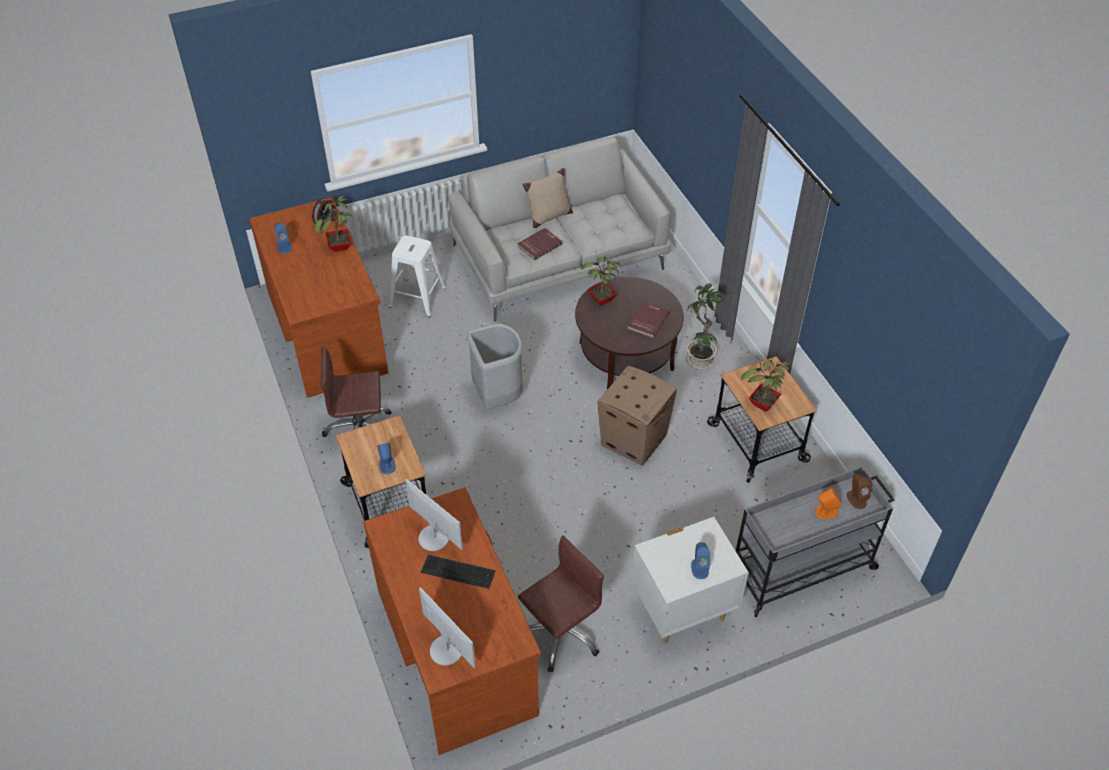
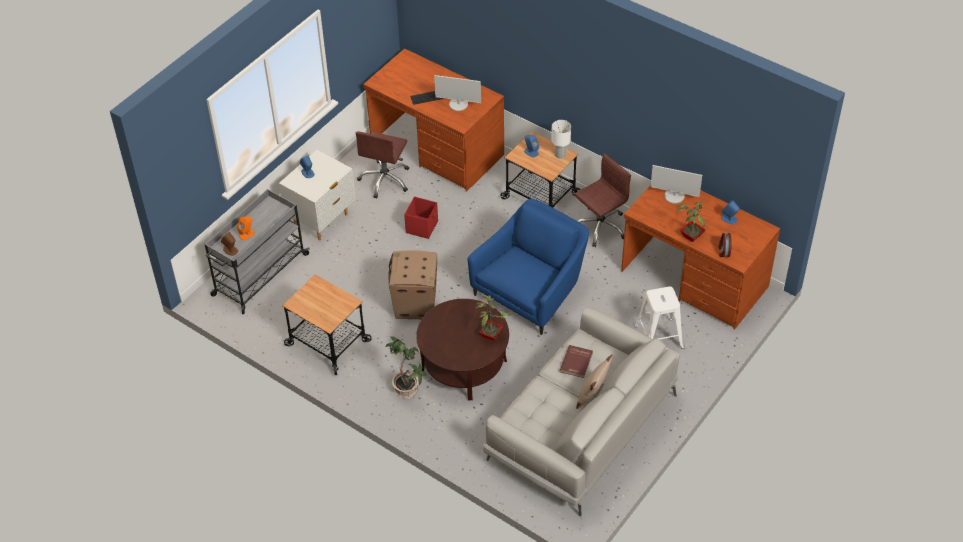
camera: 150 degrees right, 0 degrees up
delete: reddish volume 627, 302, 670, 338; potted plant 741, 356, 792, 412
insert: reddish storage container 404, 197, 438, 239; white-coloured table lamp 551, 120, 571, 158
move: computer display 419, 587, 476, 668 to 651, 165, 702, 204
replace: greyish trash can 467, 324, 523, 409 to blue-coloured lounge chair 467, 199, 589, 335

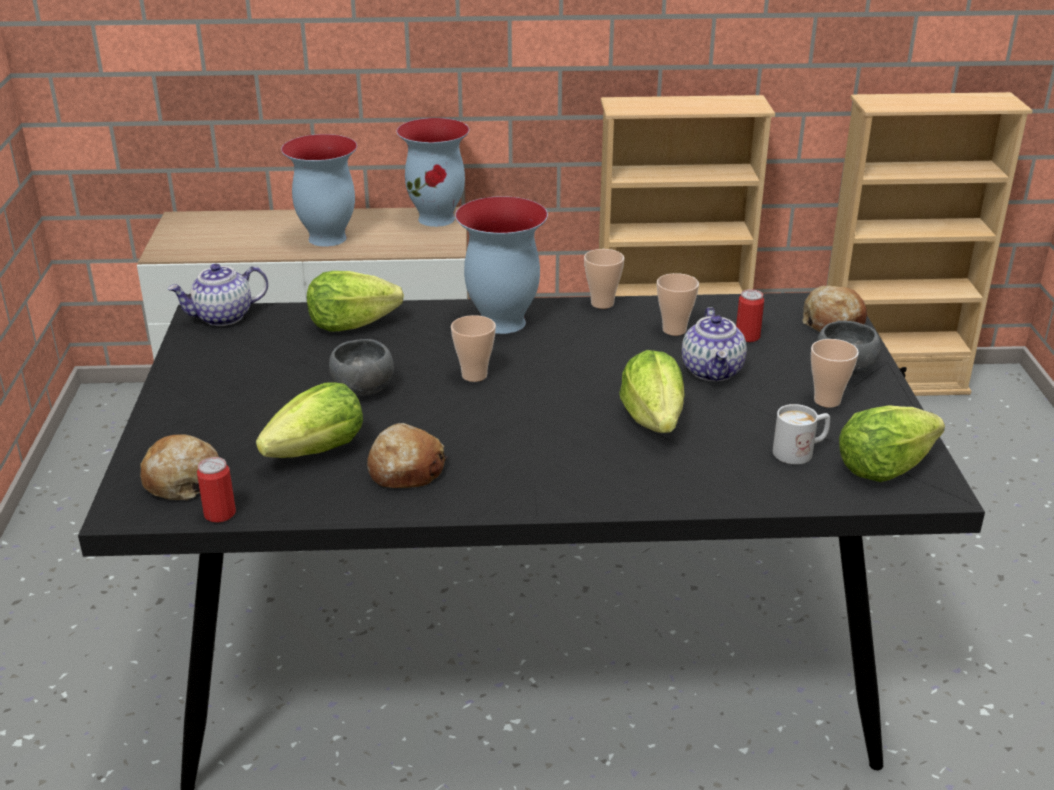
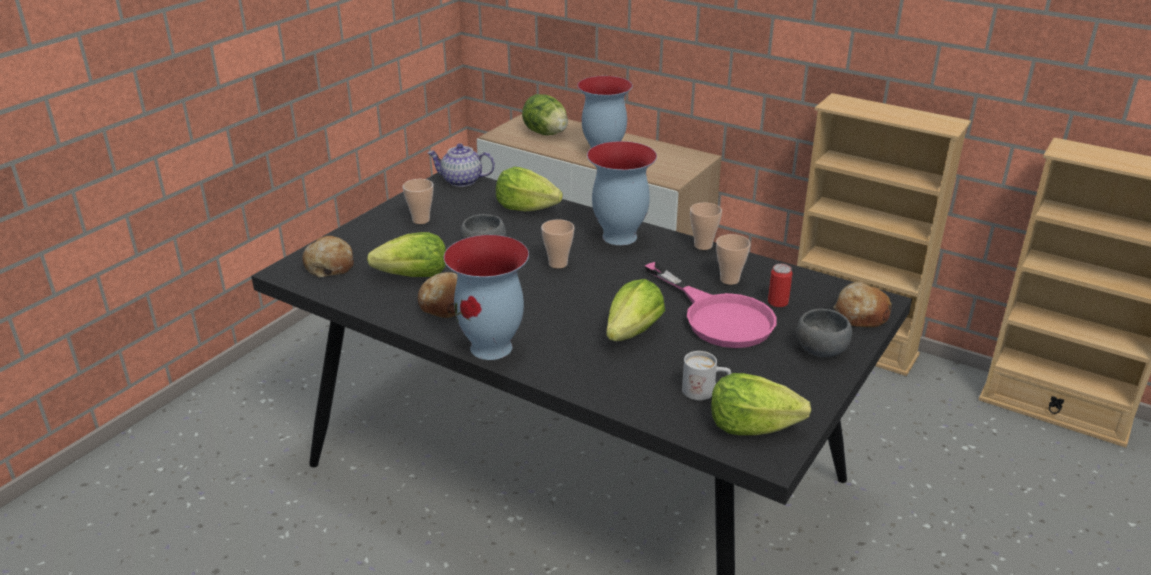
camera: 35 degrees right, 0 degrees up
delete: can 197, 457, 236, 523
insert: lettuce 522, 94, 568, 135
move: cup 811, 339, 859, 408 to 403, 179, 433, 224; decorative vase 396, 118, 470, 227 to 444, 235, 529, 360
replace: teapot 682, 307, 747, 381 to pink-coloured skillet 645, 262, 777, 348

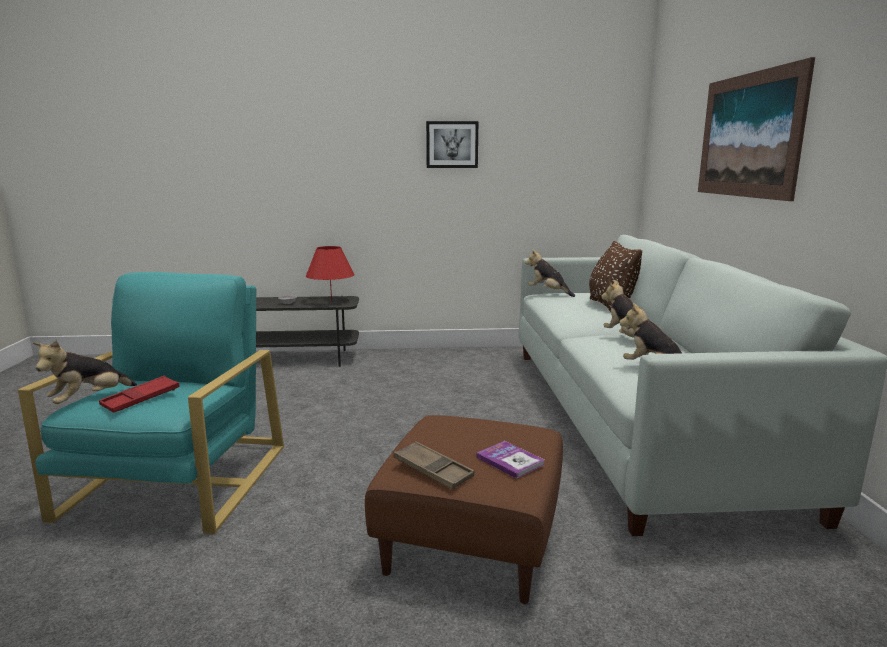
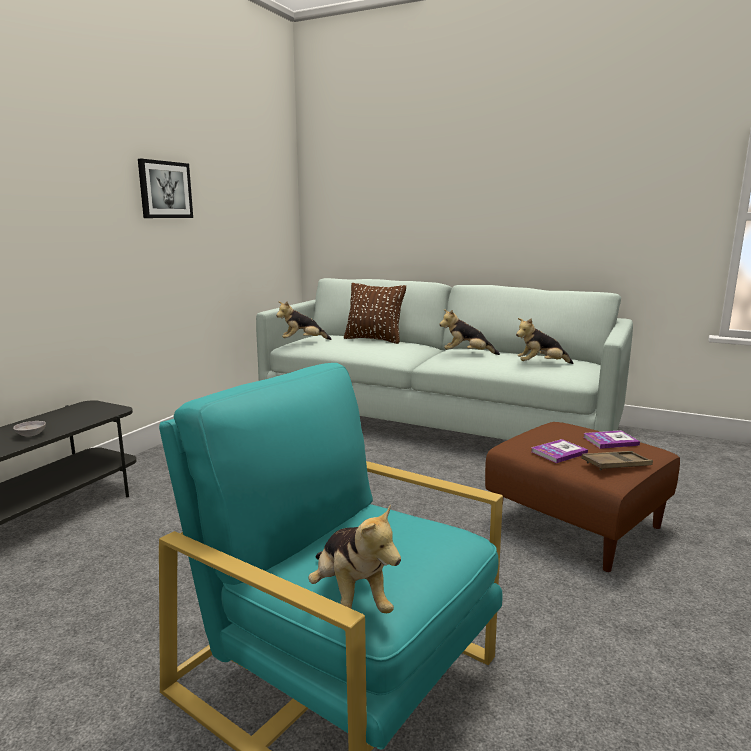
camera: 60 degrees left, 0 degrees up
delete: reddish carrying tray 99, 376, 180, 413; reddish table lamp 306, 246, 355, 301; picture 698, 57, 815, 201
insert: volume 531, 439, 588, 463

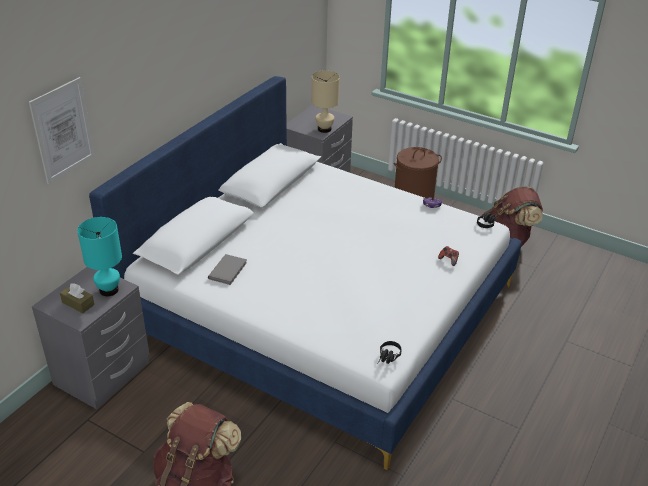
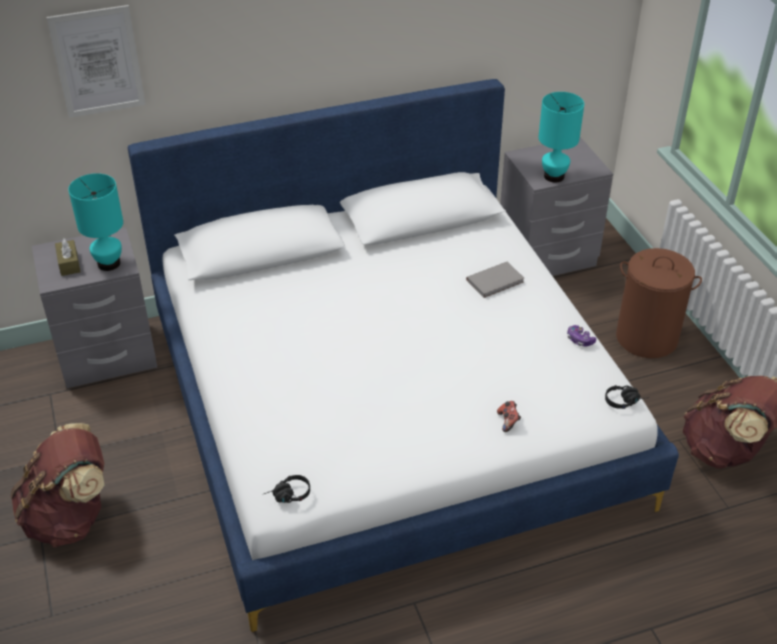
camera: 40 degrees right, 5 degrees up
move: greyish volume 208, 254, 247, 285 to 466, 262, 524, 298
recolor: beige-coloured table lamp 312, 70, 340, 133 to turquoise table lamp 538, 92, 584, 182

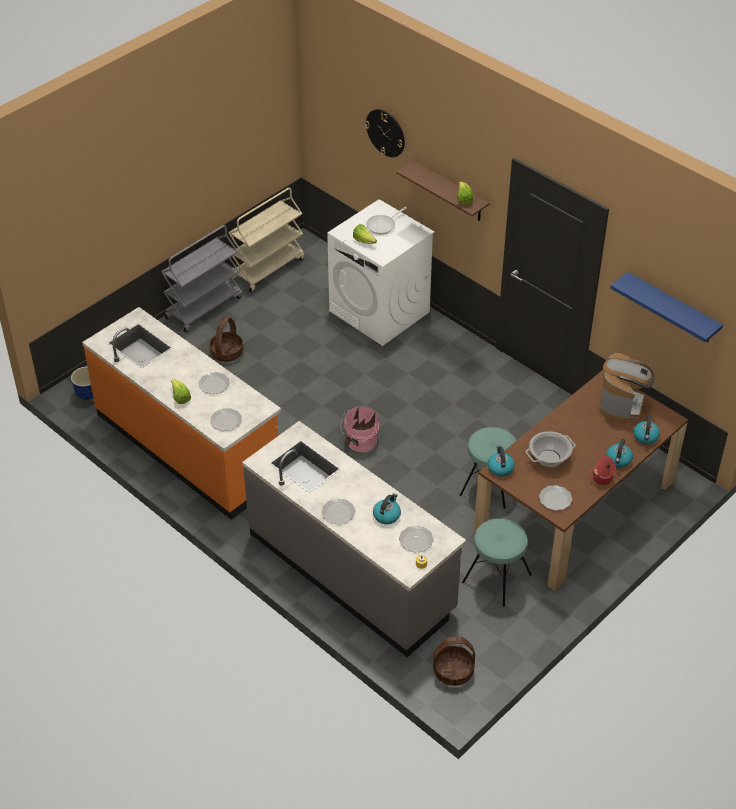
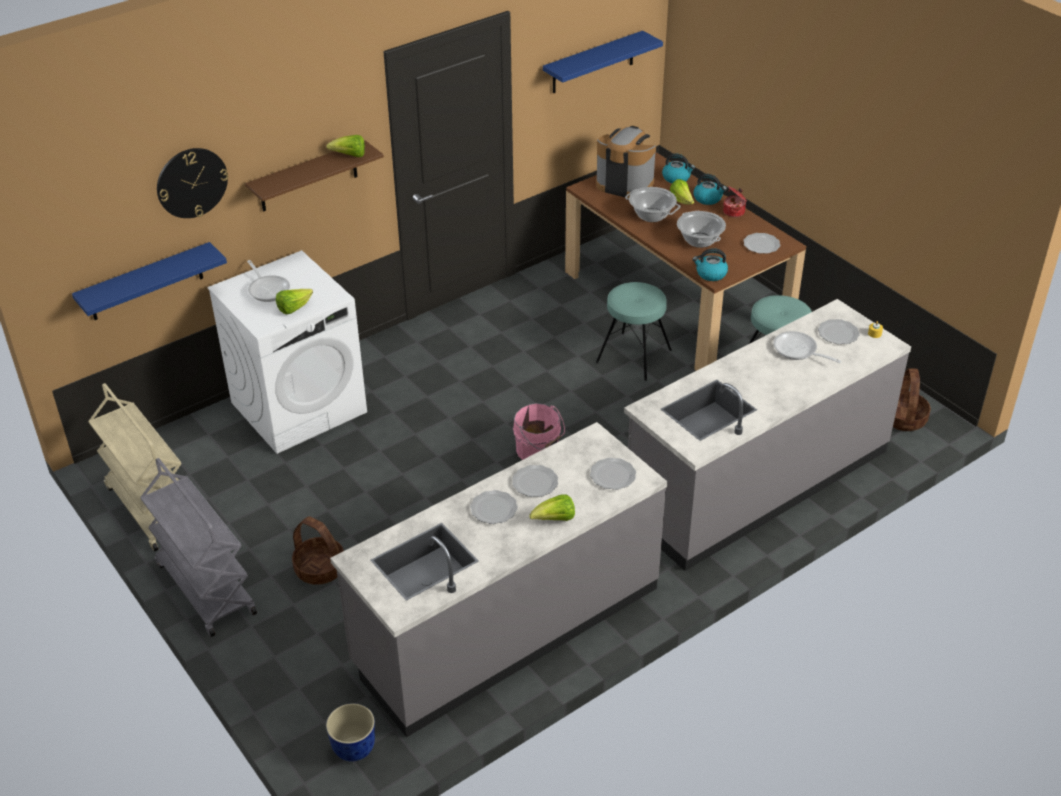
camera: 80 degrees left, 5 degrees down
insert: blue-coloured bracket shelf 72, 242, 227, 320; saucepot 625, 187, 680, 222; lettuce 670, 179, 694, 205
move: flat dish 321, 498, 355, 525 to 470, 490, 518, 524
replace: kettle 373, 493, 401, 524 to skillet 773, 331, 841, 363
recolor: orange-coloured kitchen base unit 82, 307, 281, 520 to greyish kitchen base unit 330, 422, 668, 737

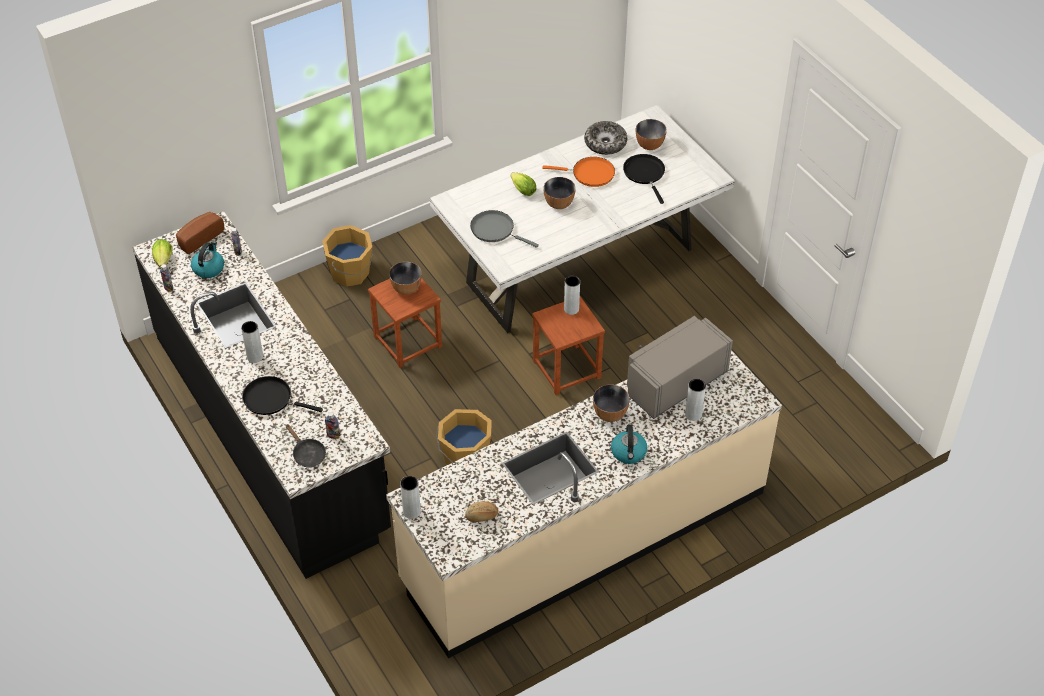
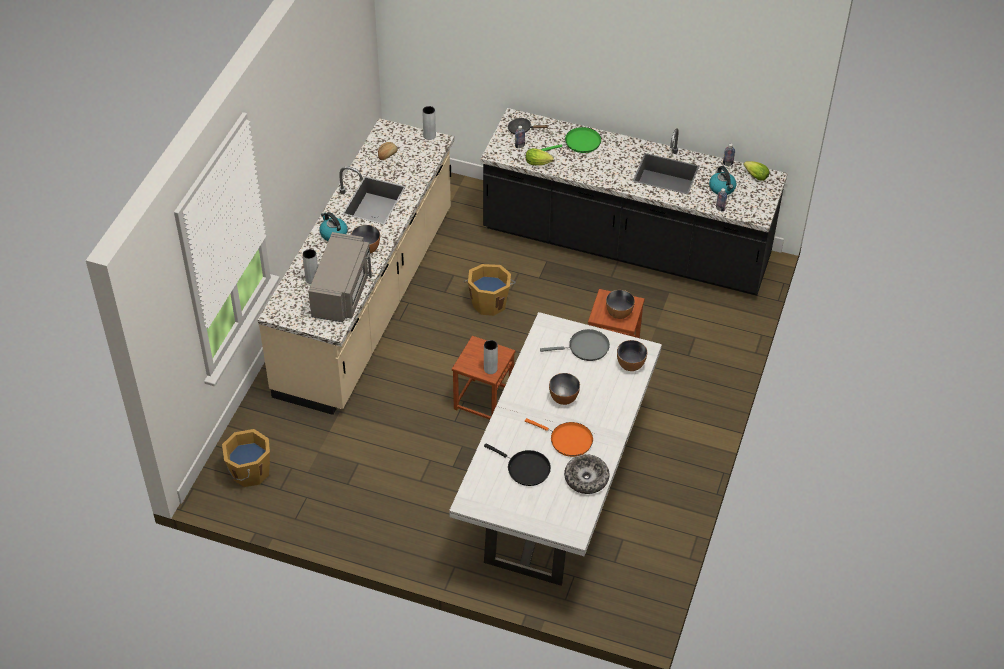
camera: 140 degrees right, 0 degrees up
delete: bakery bread 176, 212, 225, 254; greyish decorative vase 241, 321, 263, 363
move: orange-coloured bucket 323, 225, 373, 287 to 222, 429, 270, 487; lettuce 511, 173, 536, 196 to 526, 148, 554, 166; deep dish 636, 119, 667, 150 to 617, 340, 647, 371
recolor: blackish skillet 242, 376, 323, 415 to green-coloured skillet 541, 127, 601, 153
rotate: orange-coloured skillet 542, 157, 615, 187 = 525, 418, 593, 457 120 degrees counterclockwise

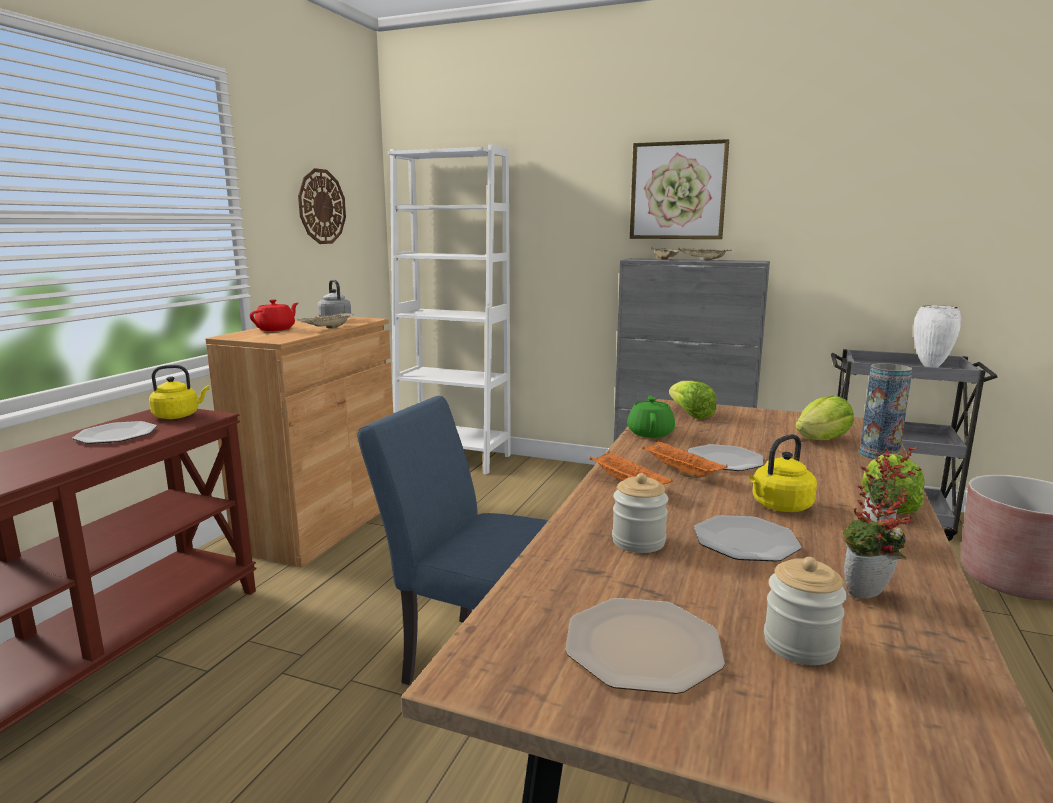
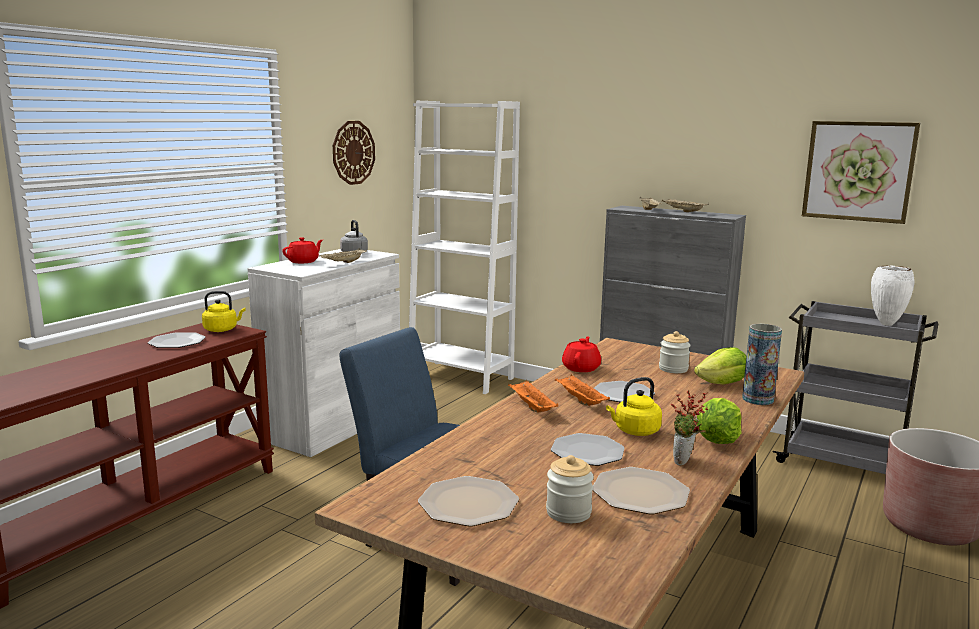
camera: 10 degrees right, 0 degrees up
delete: lettuce 669, 381, 716, 419
move: jar 612, 473, 668, 553 to 659, 331, 691, 373; picture 630, 139, 729, 239 to 802, 121, 920, 224
replace: potted plant 843, 485, 911, 599 to flat dish 593, 467, 690, 514
recolor: brown cabinet 205, 316, 393, 567 to white-coloured cabinet 247, 249, 400, 457; green-coloured teapot 627, 395, 675, 438 to reddish teapot 562, 336, 601, 372

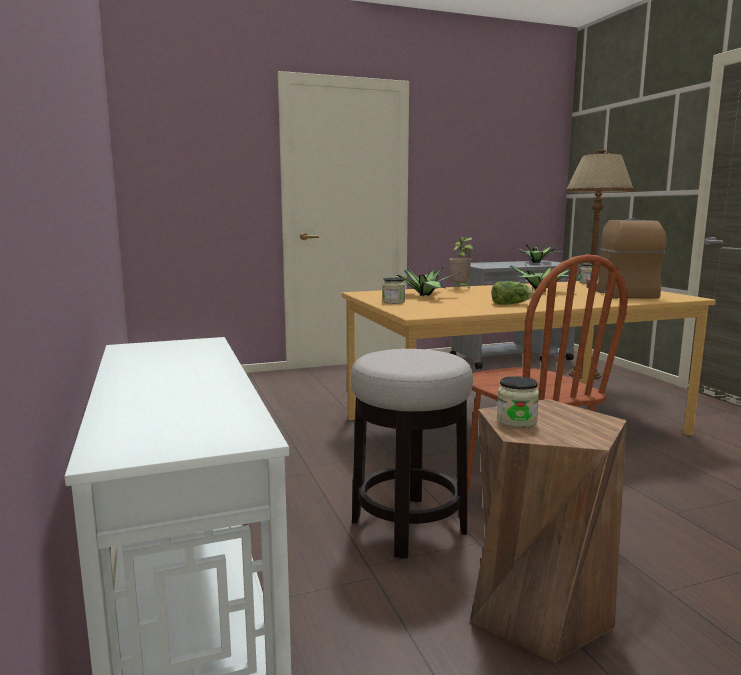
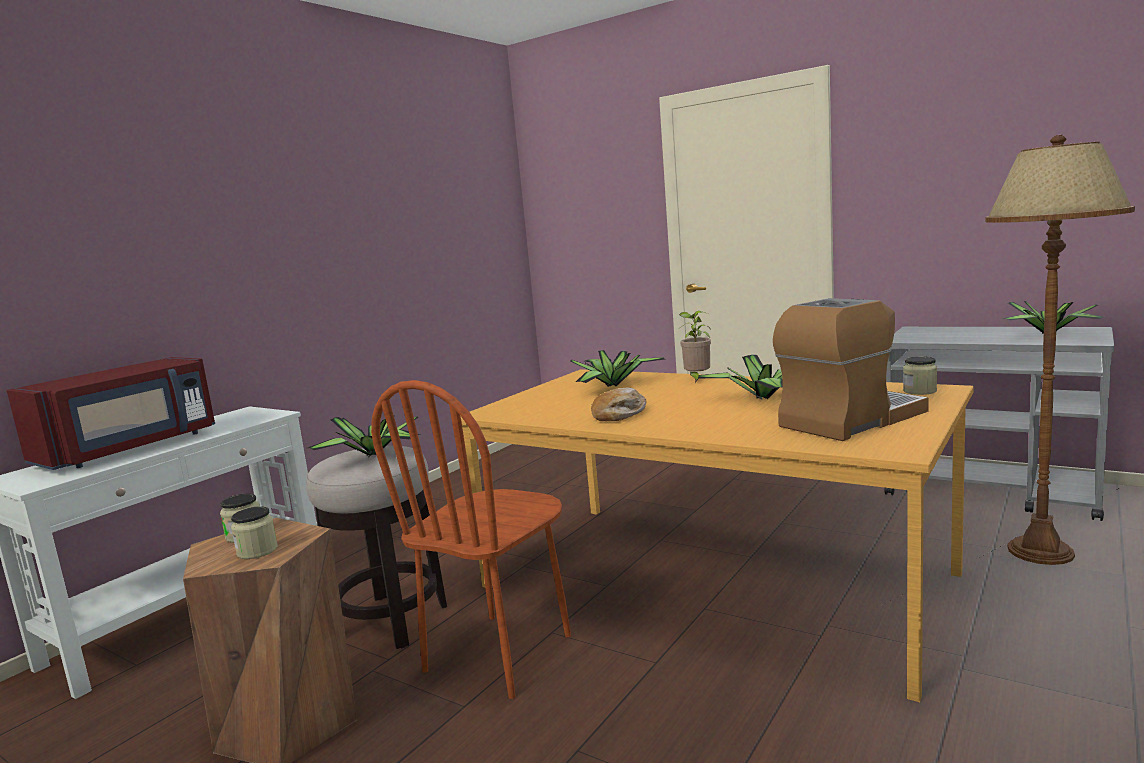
camera: 55 degrees right, 0 degrees up
insert: reddish kitchen microwave 7, 357, 215, 470; potted plant 308, 415, 420, 457
move: jar 382, 277, 405, 304 to 231, 506, 278, 559
replace: lettuce 492, 281, 534, 305 to bakery bread 591, 388, 647, 421

